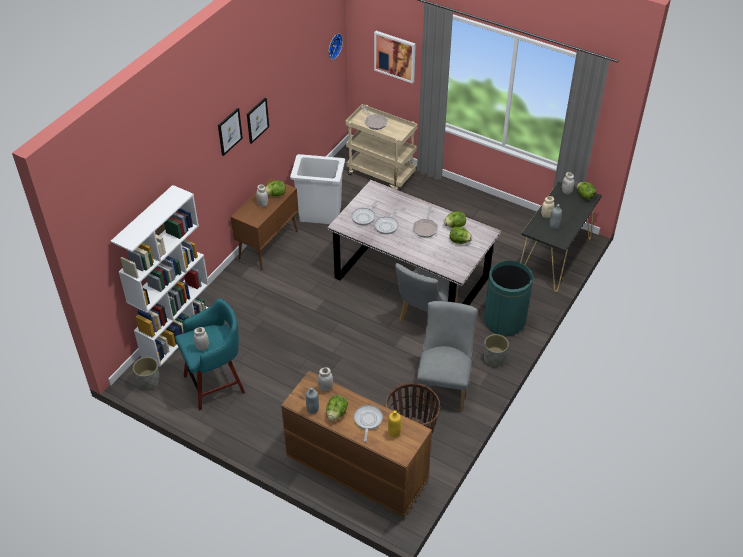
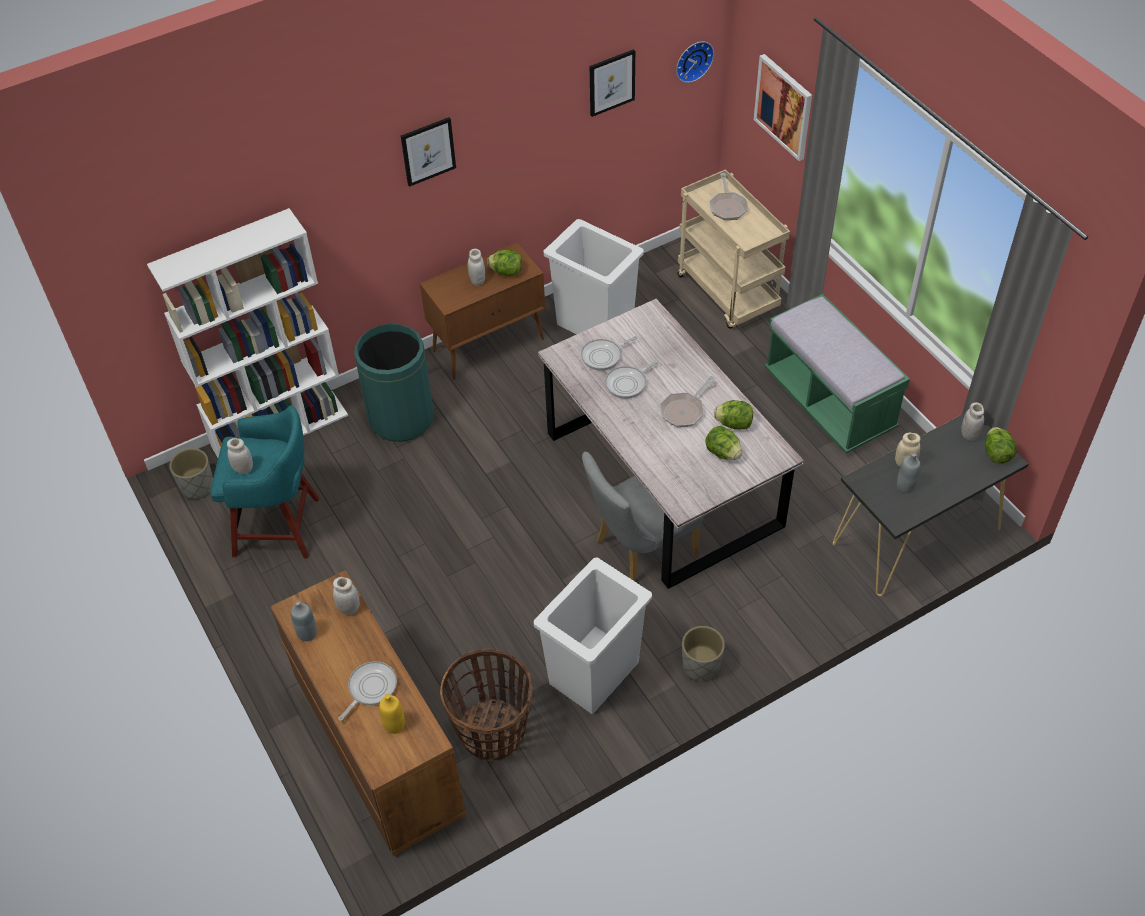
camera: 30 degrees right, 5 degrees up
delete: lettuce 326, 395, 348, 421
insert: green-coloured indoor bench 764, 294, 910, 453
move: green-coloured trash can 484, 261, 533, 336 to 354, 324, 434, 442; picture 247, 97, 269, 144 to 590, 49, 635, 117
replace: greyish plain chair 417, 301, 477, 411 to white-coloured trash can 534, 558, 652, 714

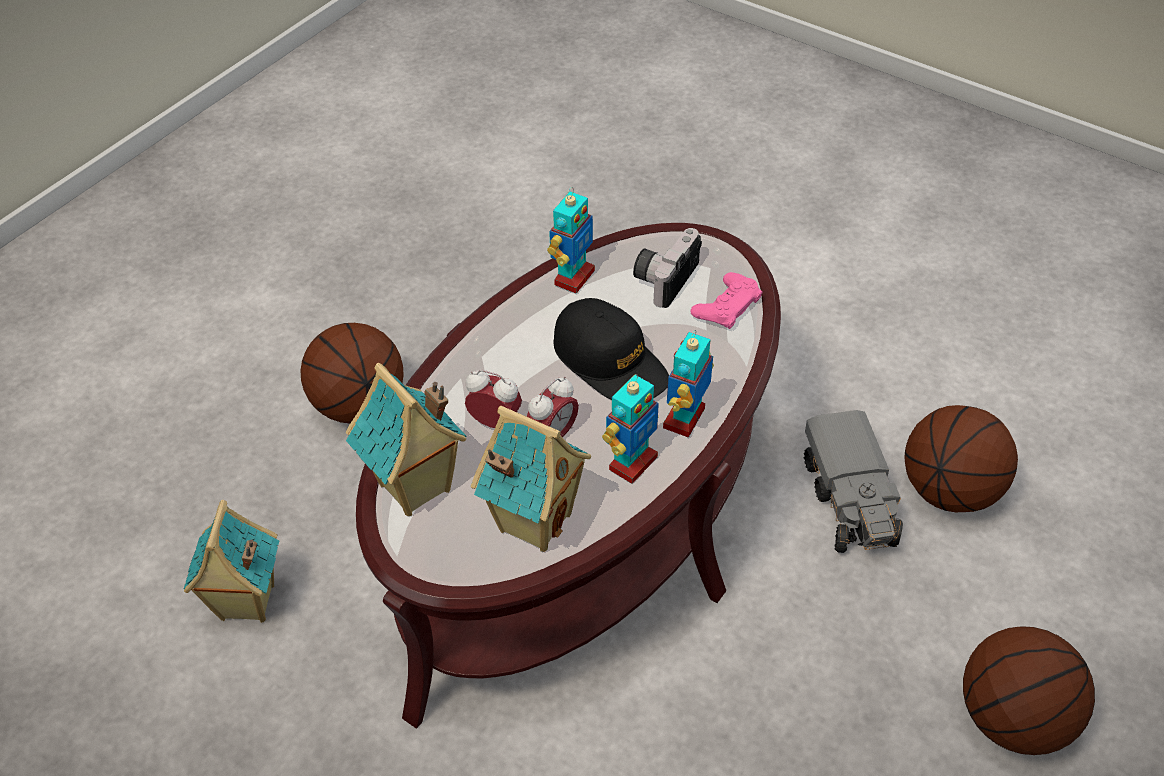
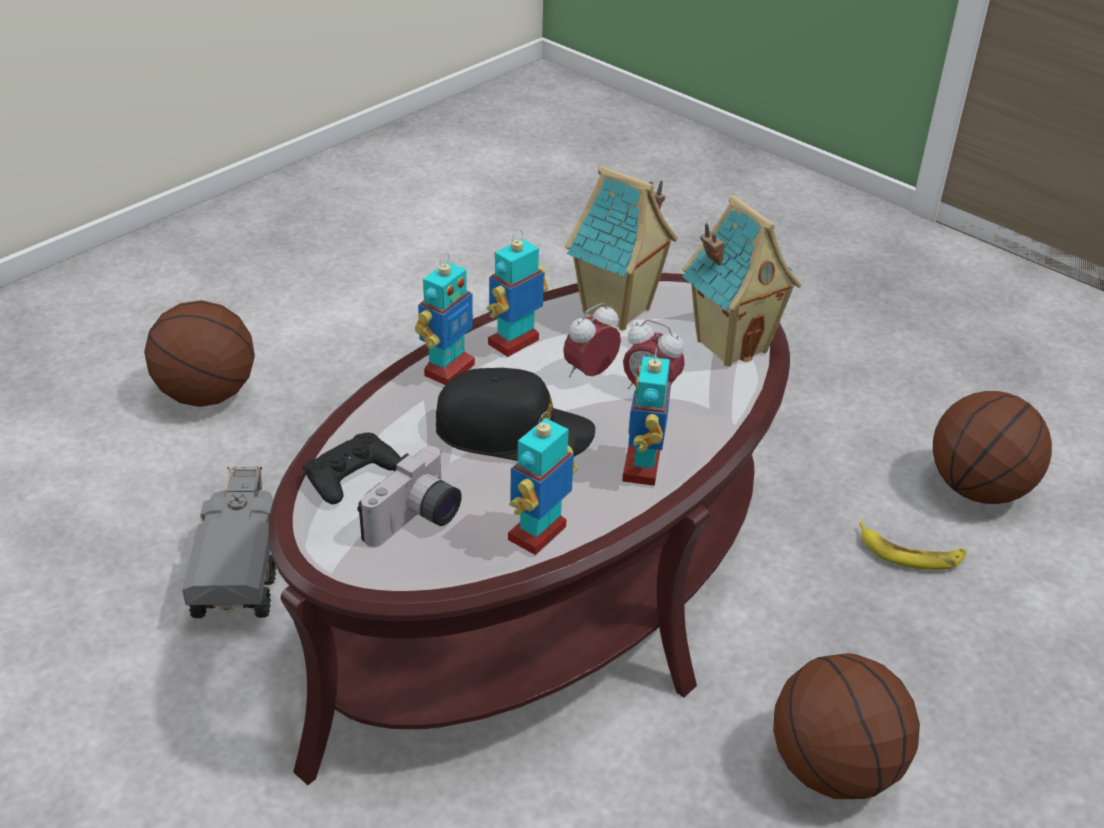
camera: 175 degrees left, 10 degrees down
insert: model robot 622, 347, 671, 486
move: ball for basketball 905, 405, 1018, 512 to 933, 391, 1052, 504
replace: toy house 184, 500, 279, 623 to banana fruit 859, 522, 966, 570
recolor: pink-coloured game controller 691, 272, 763, 329 to blackish game controller 303, 433, 401, 504
rotate: blackish baseball cap 554, 298, 669, 400 = 436, 368, 595, 461 135 degrees clockwise

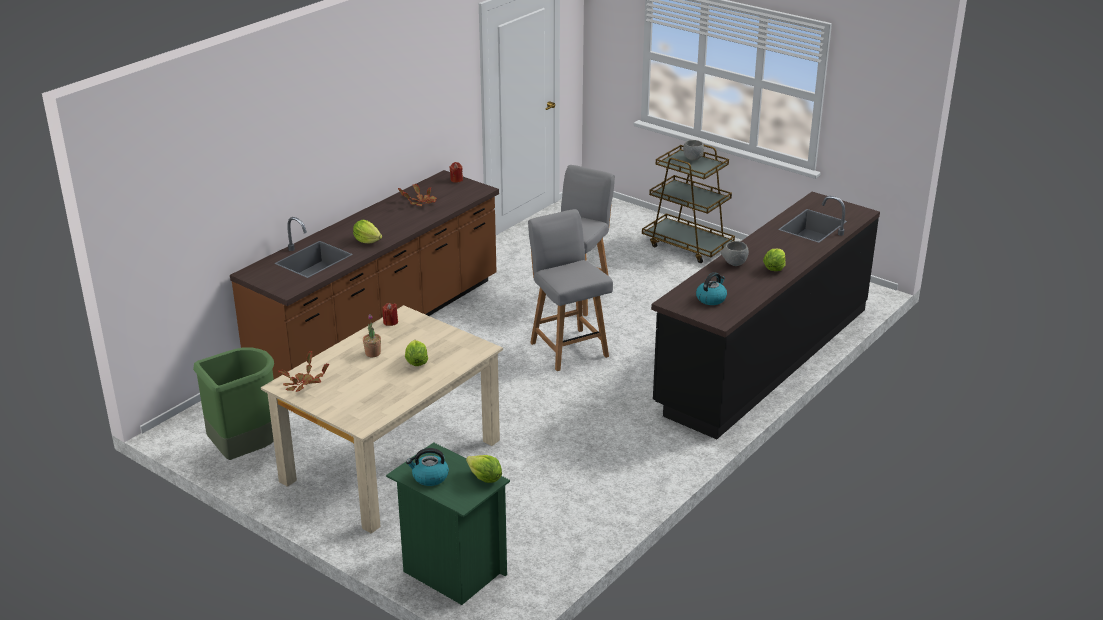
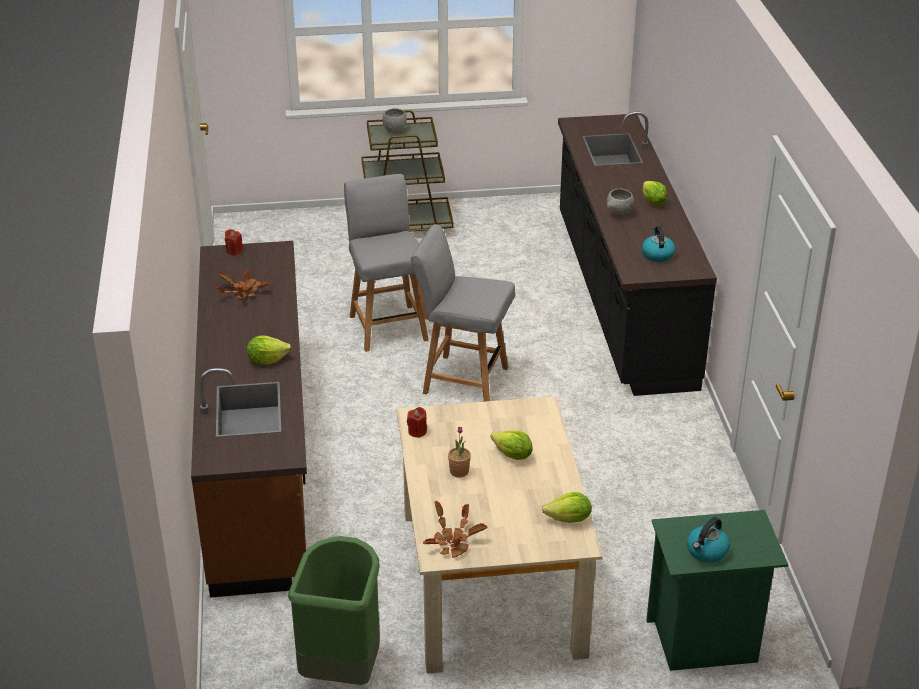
camera: 45 degrees left, 5 degrees up
move: lettuce 466, 455, 502, 483 to 542, 492, 592, 523

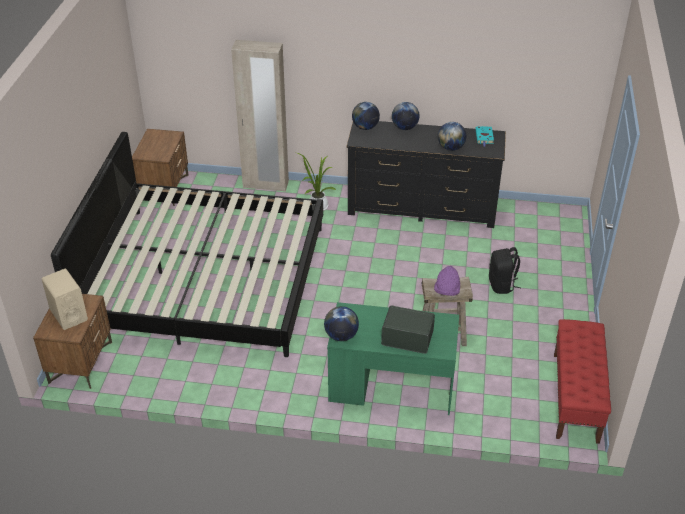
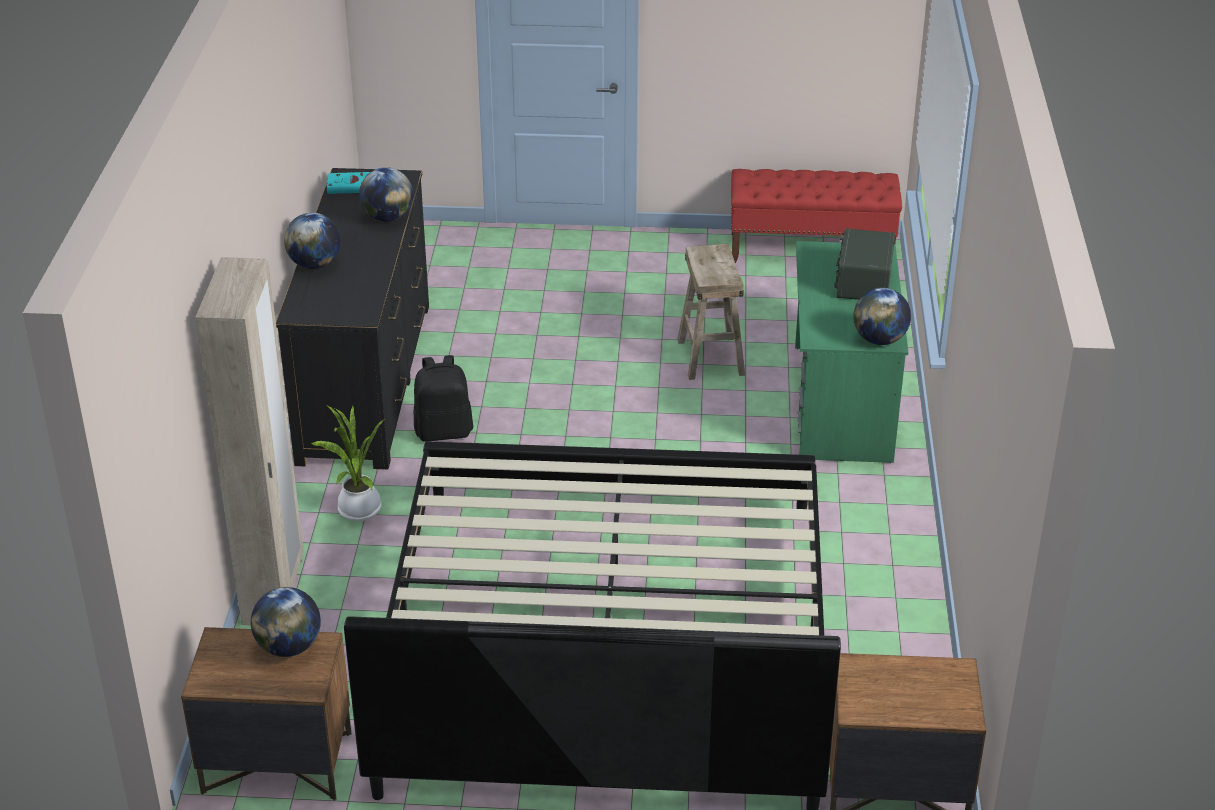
camera: 95 degrees left, 5 degrees down
delete: beige-coloured loudspeaker 42, 269, 88, 330; purple-coloured wearable hat 434, 266, 460, 296
move: globe 352, 102, 380, 130 to 251, 587, 321, 657; blackish backpack 489, 247, 521, 294 to 414, 355, 473, 442

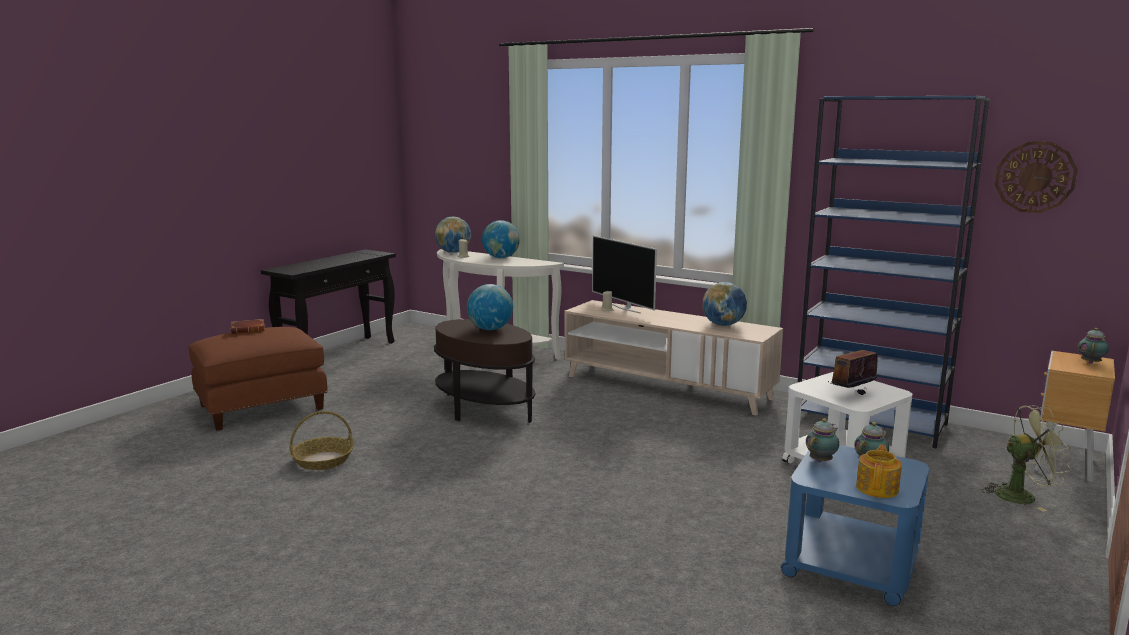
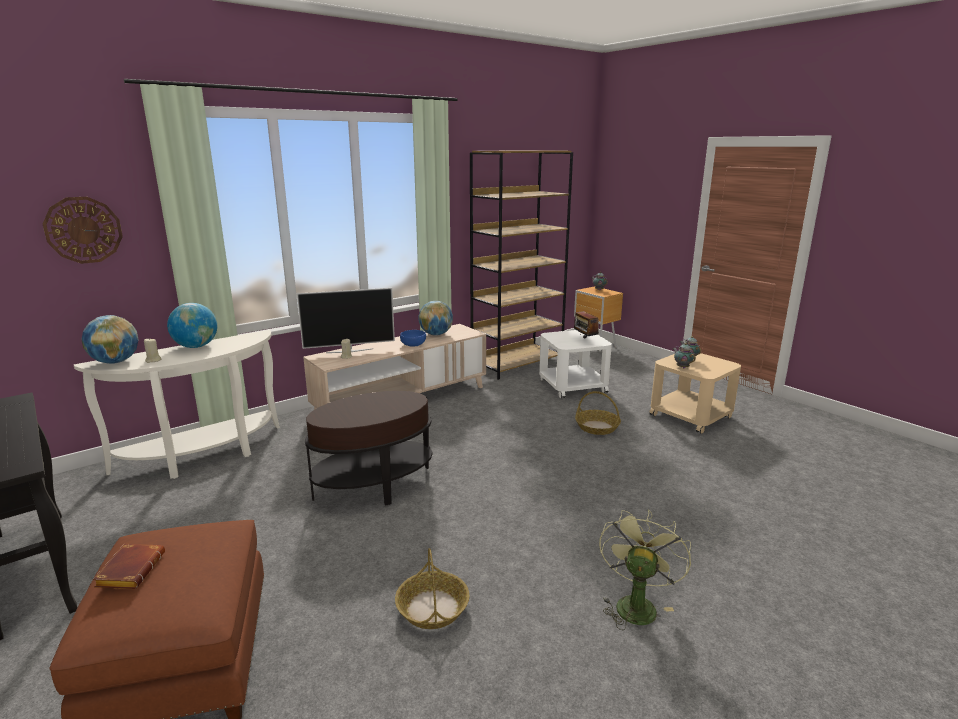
camera: 70 degrees left, 5 degrees up
delete: globe 467, 284, 513, 330; teapot 856, 445, 902, 498
insert: blue-coloured deep dish 400, 330, 426, 347; basket 575, 391, 621, 435
move: clock on the wall 995, 141, 1078, 213 to 43, 197, 123, 264; green-coloured fan 981, 405, 1071, 511 to 599, 509, 691, 630
recolor: blue-coloured bookcase 798, 96, 990, 448 to brown bookcase 470, 150, 573, 380; blue-coloured accent table 780, 445, 929, 606 to beige-coloured accent table 649, 353, 741, 434

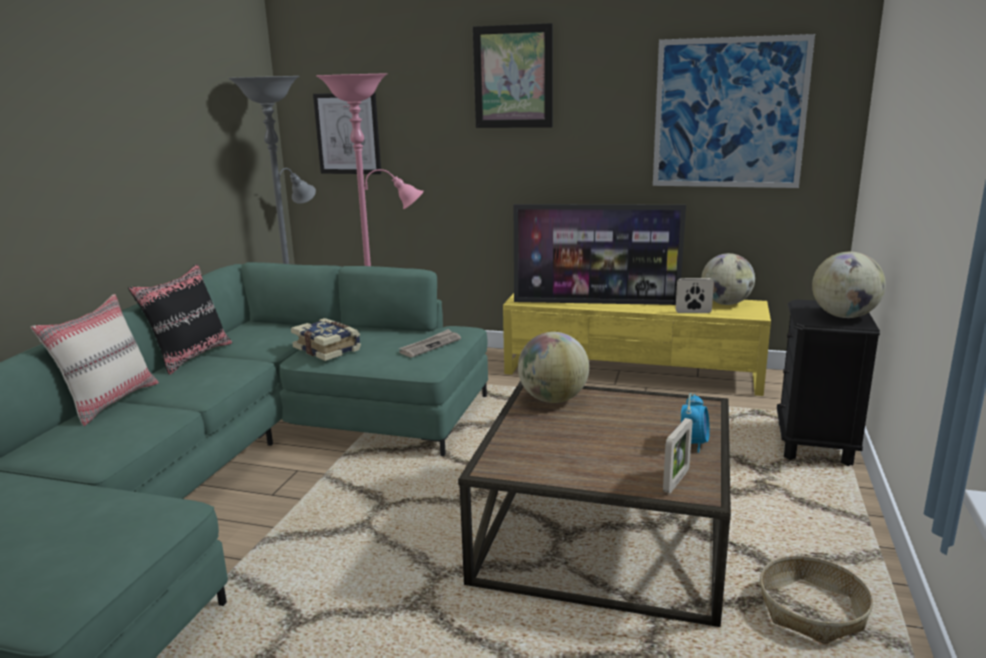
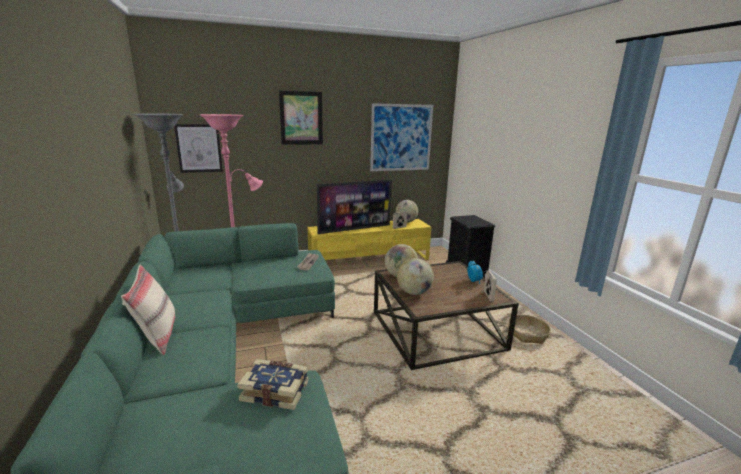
camera: 35 degrees left, 0 degrees up
delete: blackish pillow 128, 264, 232, 375
move: volume 291, 318, 361, 361 to 237, 359, 309, 410; globe 812, 252, 886, 318 to 397, 258, 434, 295

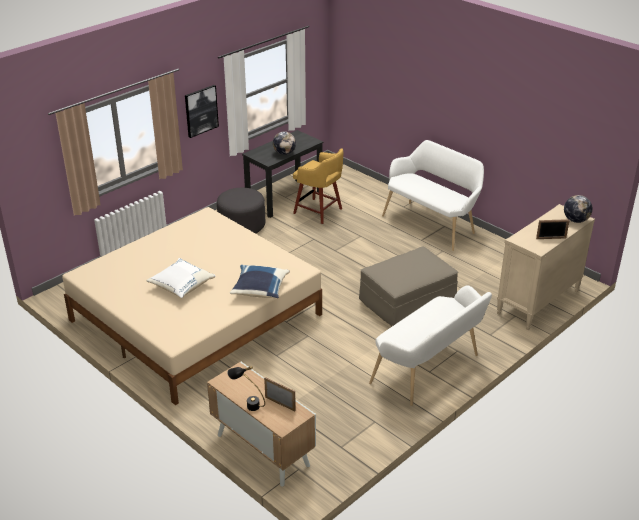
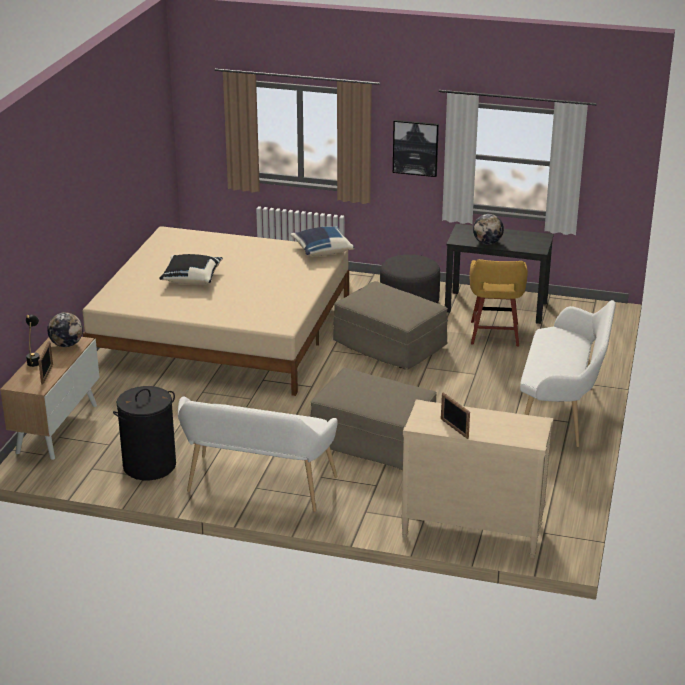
camera: 60 degrees right, 5 degrees down
insert: blackish hamper 113, 386, 176, 480; beige-coloured pouffe 333, 281, 448, 370
move: globe 564, 195, 593, 223 to 47, 312, 83, 347; blue-coloured pillow 230, 265, 290, 299 to 290, 226, 355, 256
recolor: white-coloured pillow 146, 258, 215, 298 to blackish pillow 159, 254, 223, 284

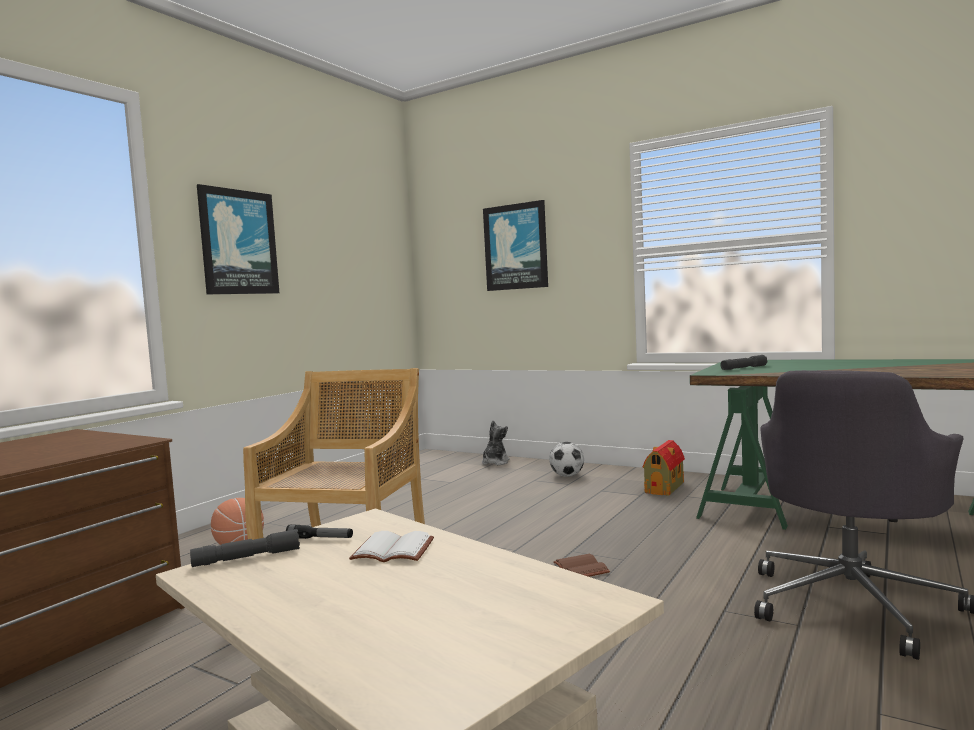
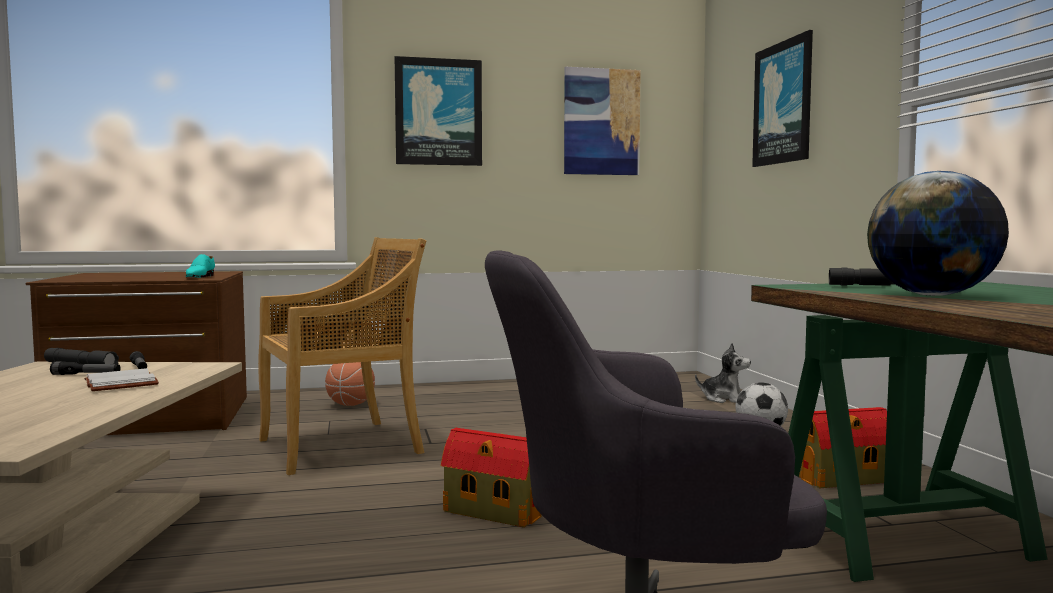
camera: 45 degrees right, 0 degrees up
insert: hand torch 50, 361, 121, 375; turquoise item of footwear 186, 254, 215, 278; picture 564, 67, 641, 175; globe 867, 171, 1009, 296
replace: brown volume 553, 554, 610, 577 to toy house 441, 428, 541, 528
rotate: plush toy 482, 420, 510, 465 = 695, 343, 751, 403 45 degrees clockwise

